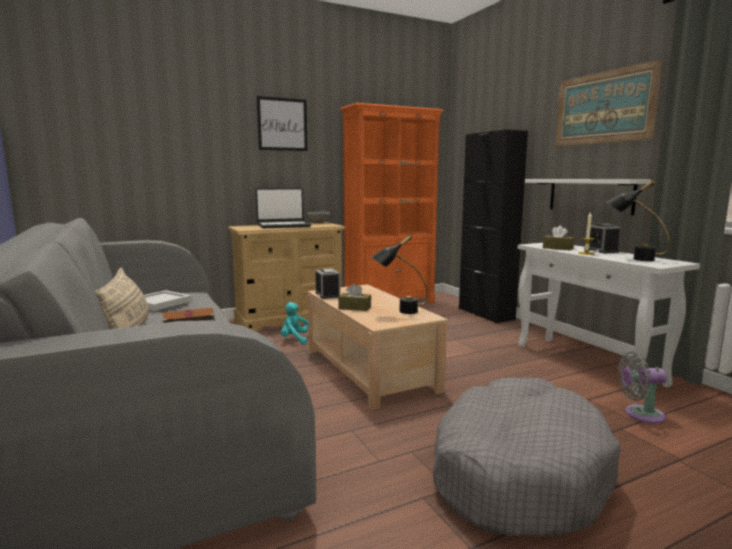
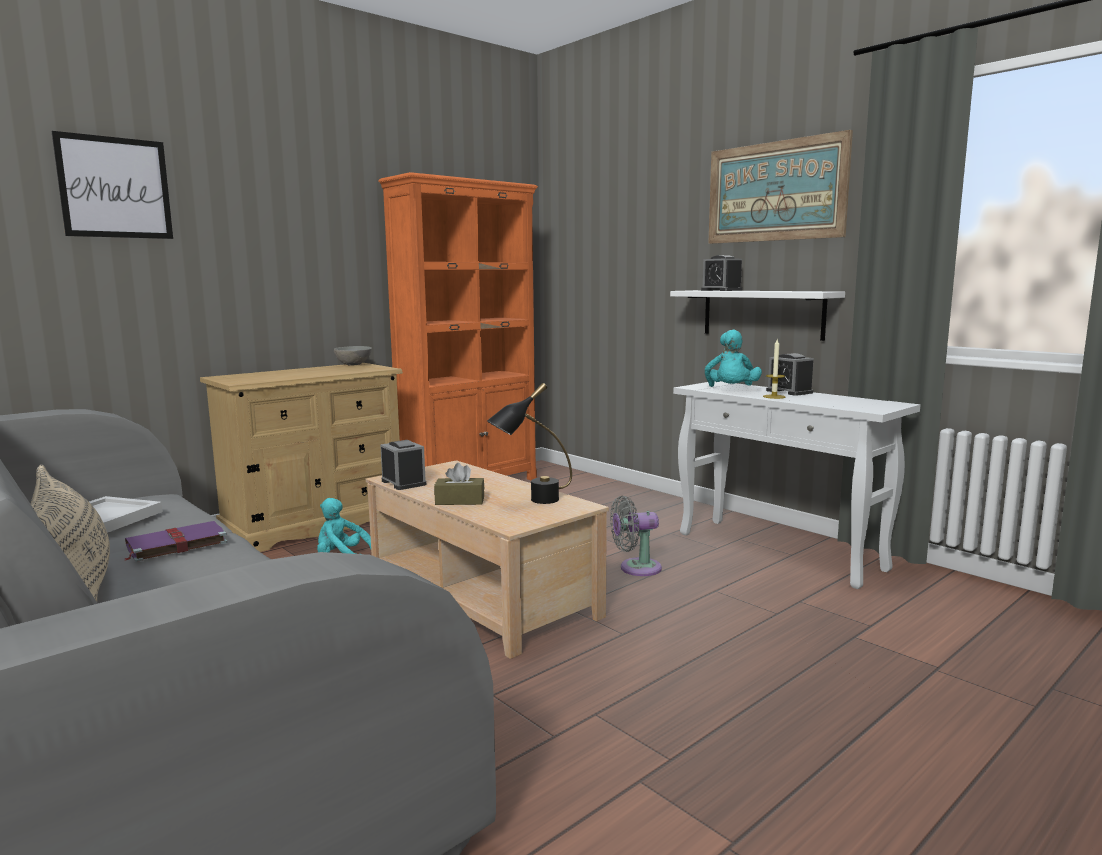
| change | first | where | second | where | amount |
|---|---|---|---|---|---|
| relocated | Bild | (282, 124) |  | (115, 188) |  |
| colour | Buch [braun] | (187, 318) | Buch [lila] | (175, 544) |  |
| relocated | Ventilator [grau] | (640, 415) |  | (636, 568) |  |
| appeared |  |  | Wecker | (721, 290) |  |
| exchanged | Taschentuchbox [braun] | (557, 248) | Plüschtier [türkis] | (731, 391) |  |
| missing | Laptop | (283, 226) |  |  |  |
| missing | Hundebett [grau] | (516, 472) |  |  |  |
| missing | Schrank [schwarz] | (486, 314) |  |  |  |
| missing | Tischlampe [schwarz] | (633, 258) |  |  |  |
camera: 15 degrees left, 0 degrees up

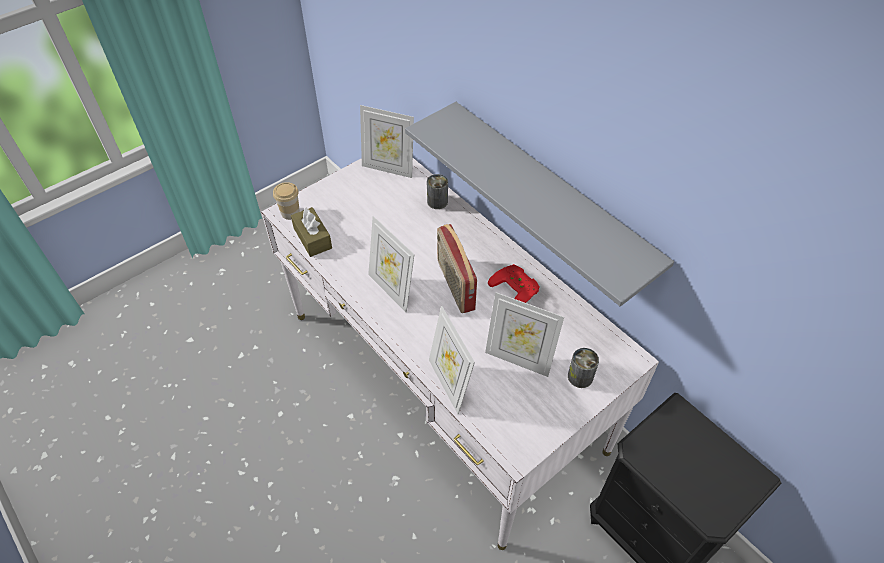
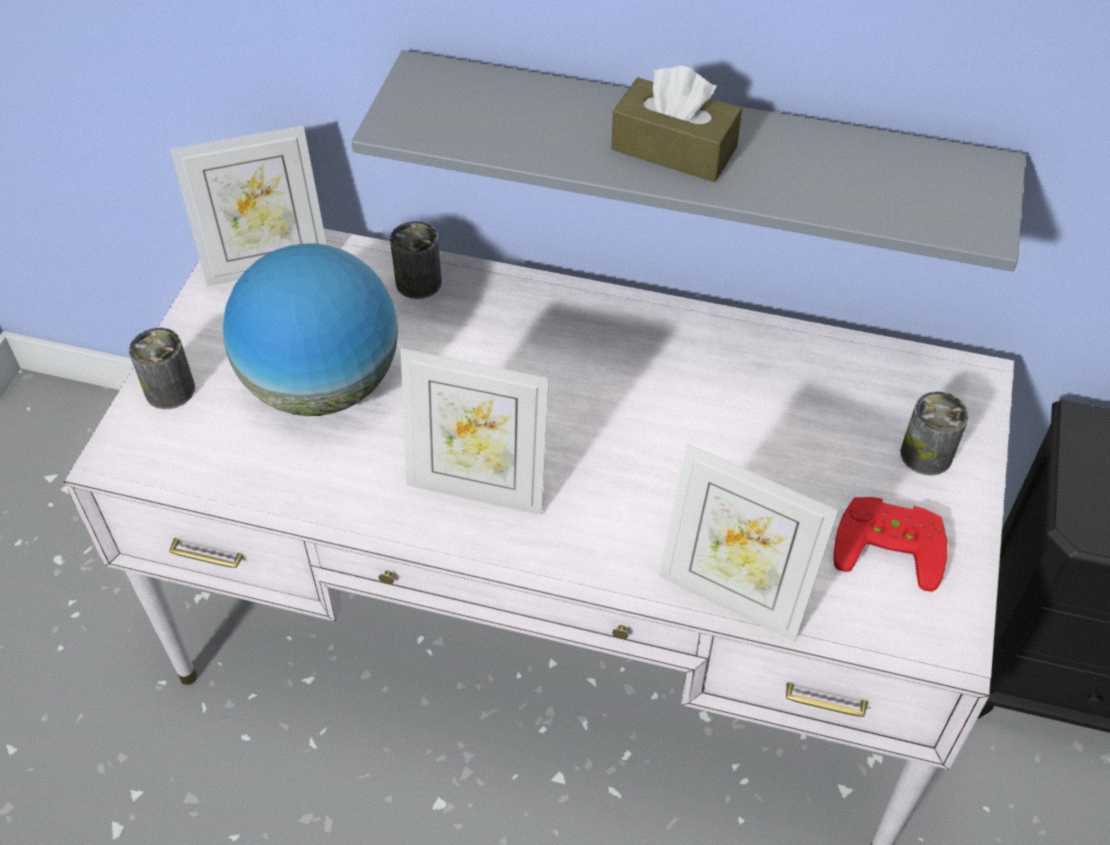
| change | first | where | second | where | amount |
|---|---|---|---|---|---|
| appeared |  |  | Dose | (170, 390) |  |
| appeared |  |  | Globus | (322, 385) |  |
| relocated | Taschentuchbox [braun] | (312, 238) |  | (674, 149) |  |
| relocated | Gamepad [rot] | (517, 287) |  | (890, 542) |  |
| missing | Tasse | (290, 213) |  |  |  |
| missing | Radio | (454, 285) |  |  |  |
| missing | Bilderrahmen | (518, 359) |  |  |  |
camera: 35 degrees left, 0 degrees up

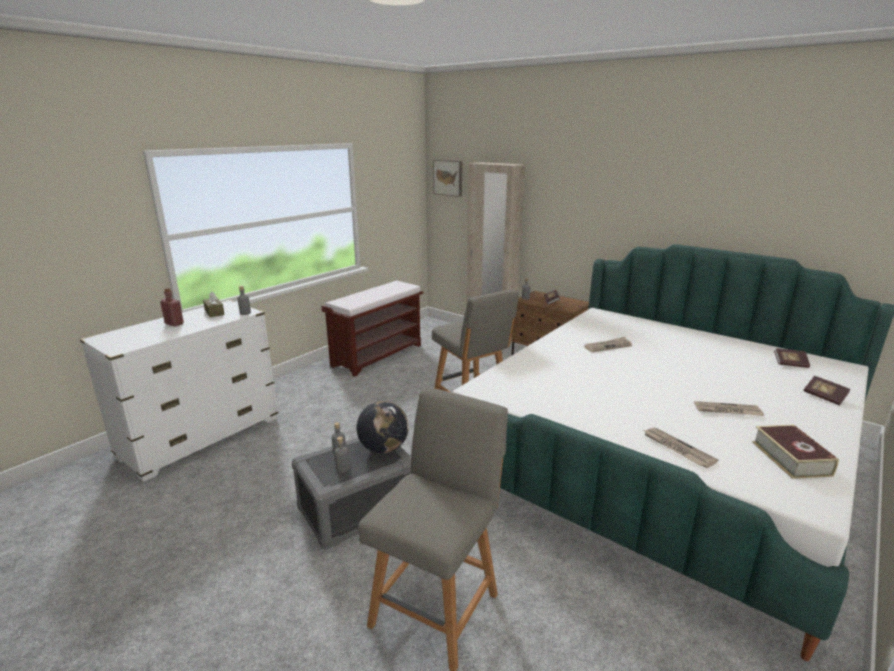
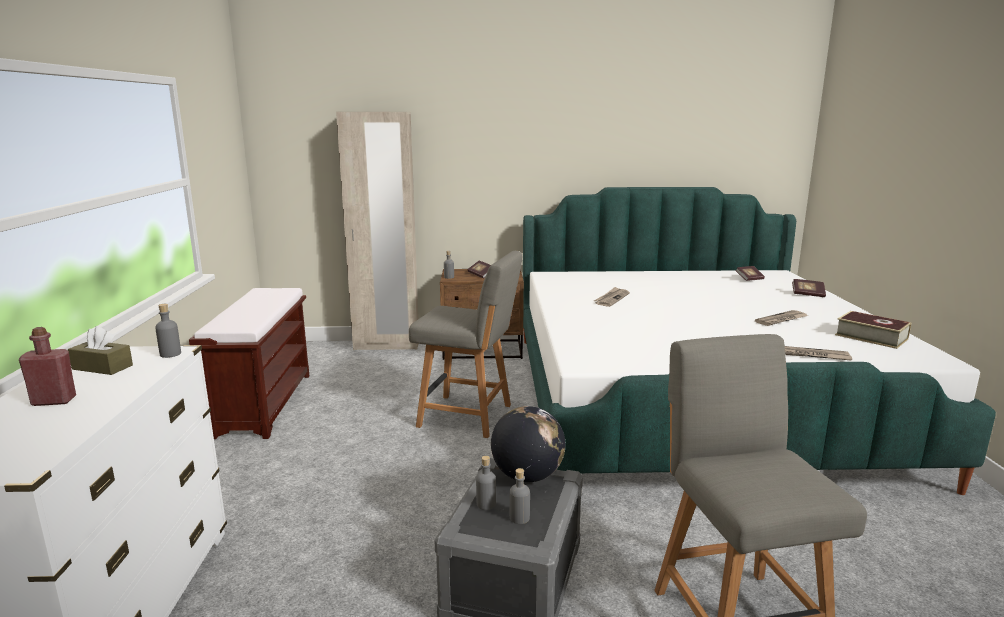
| change | first | where | second | where | amount |
|---|---|---|---|---|---|
| missing | Bild | (448, 177) |  |  |  |
camera: 40 degrees left, 5 degrees down

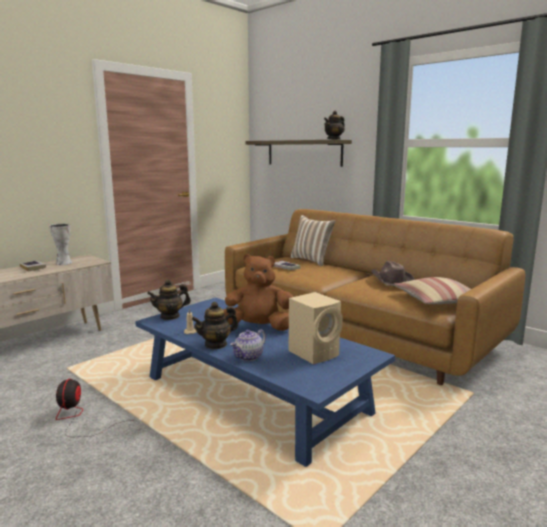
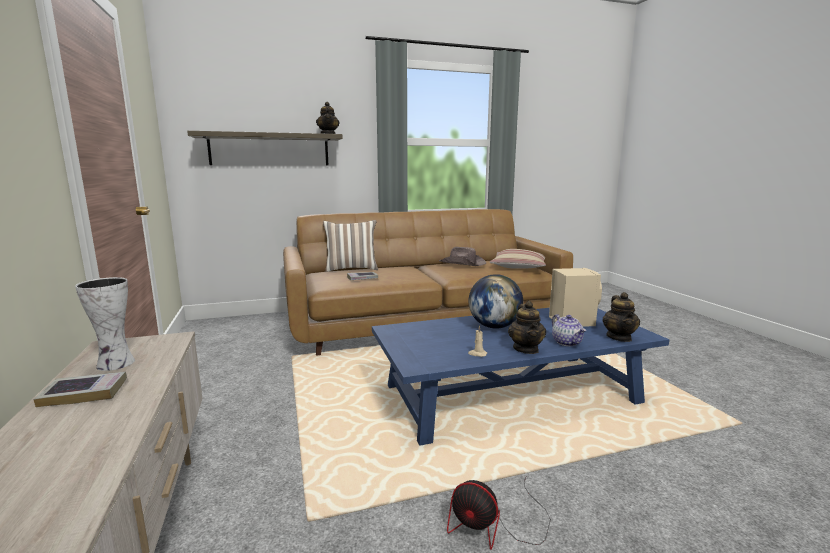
| change | first | where | second | where | amount |
|---|---|---|---|---|---|
| exchanged | Plüschtier [braun] | (258, 328) | Globus | (494, 326) |  |
| relocated | Teekanne | (170, 316) |  | (619, 337) |  |
camera: 60 degrees left, 0 degrees up

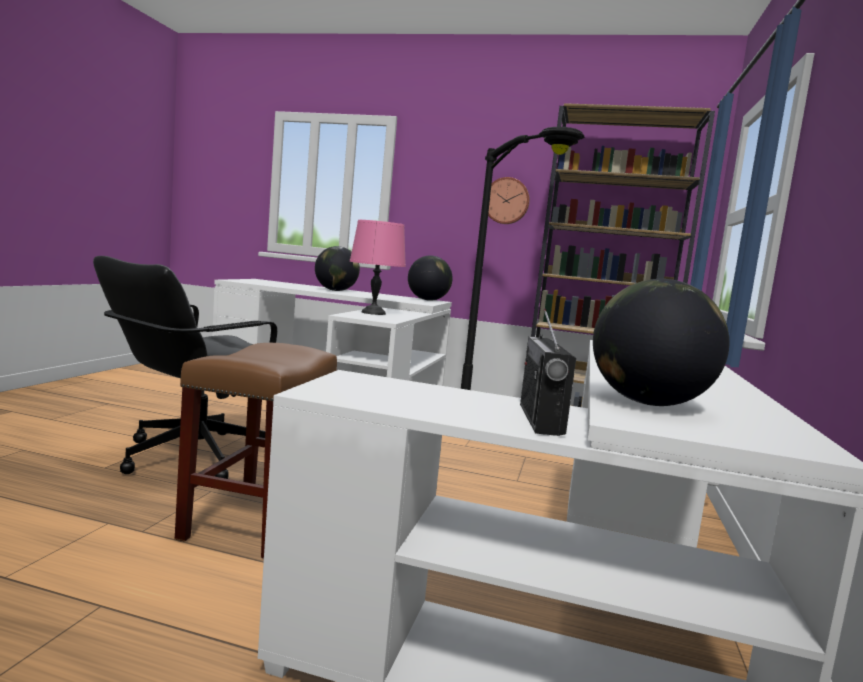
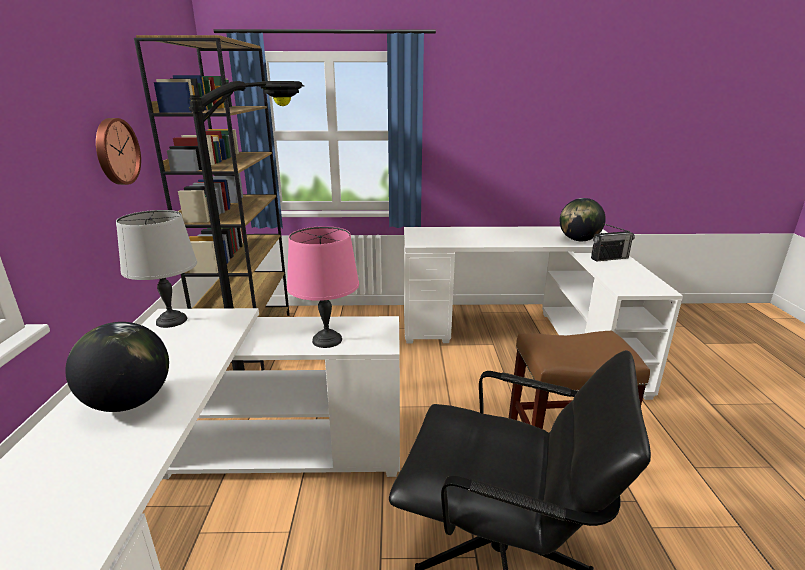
| change | first | where | second | where | amount |
|---|---|---|---|---|---|
| exchanged | Globus | (428, 300) | Tischlampe [grau] | (170, 321) |  |
camera: 105 degrees left, 15 degrees up

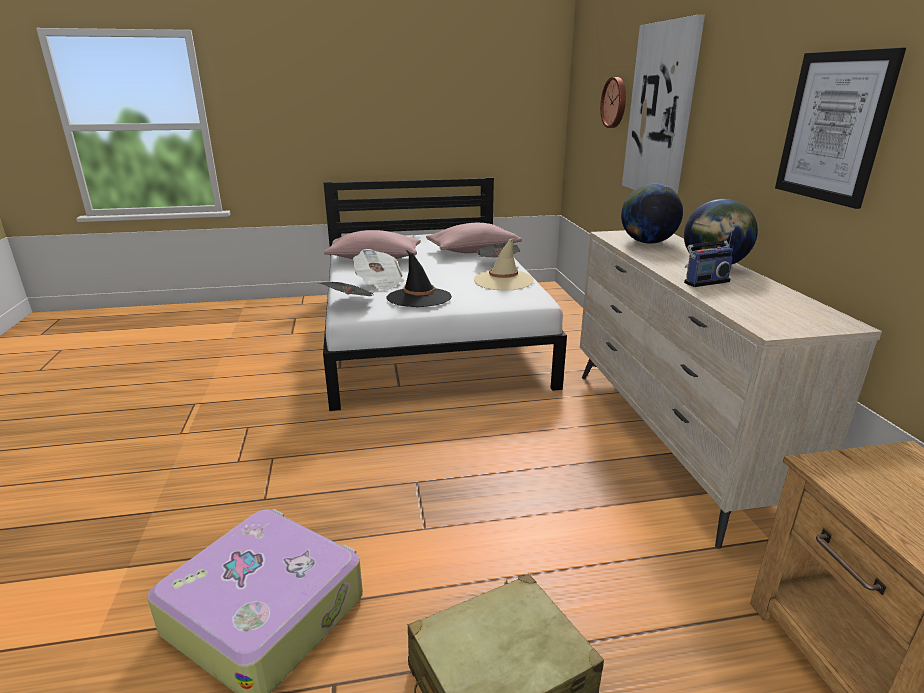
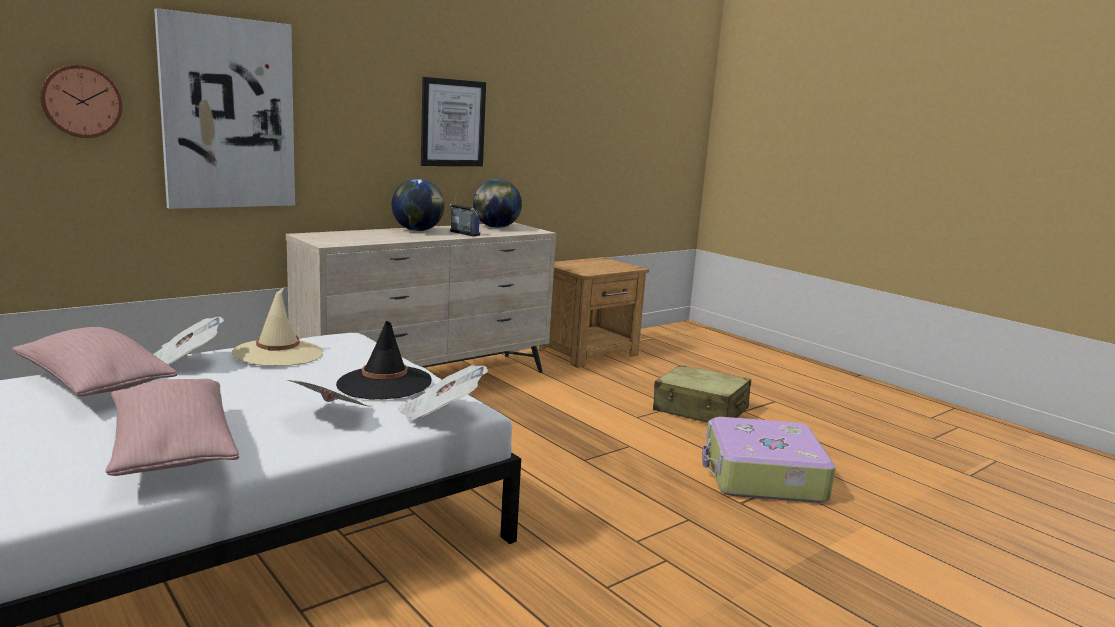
| change | first | where | second | where | amount |
|---|---|---|---|---|---|
| relocated | Globus | (647, 242) |  | (496, 227) |  |
camera: 120 degrees left, 10 degrees down

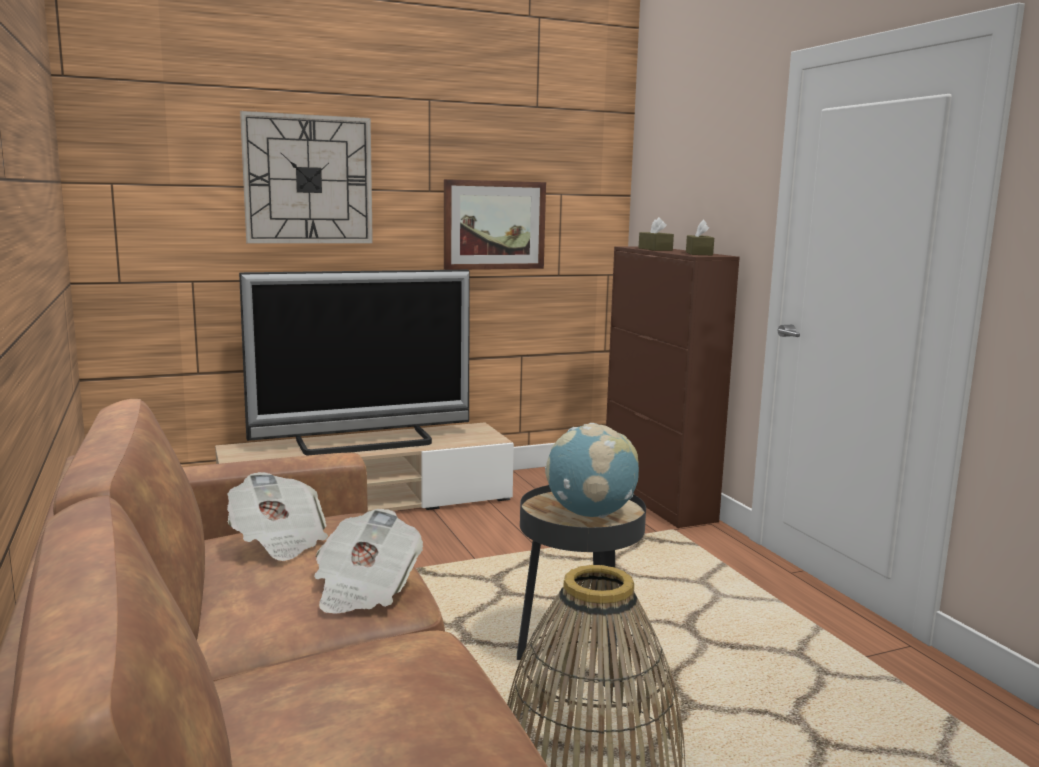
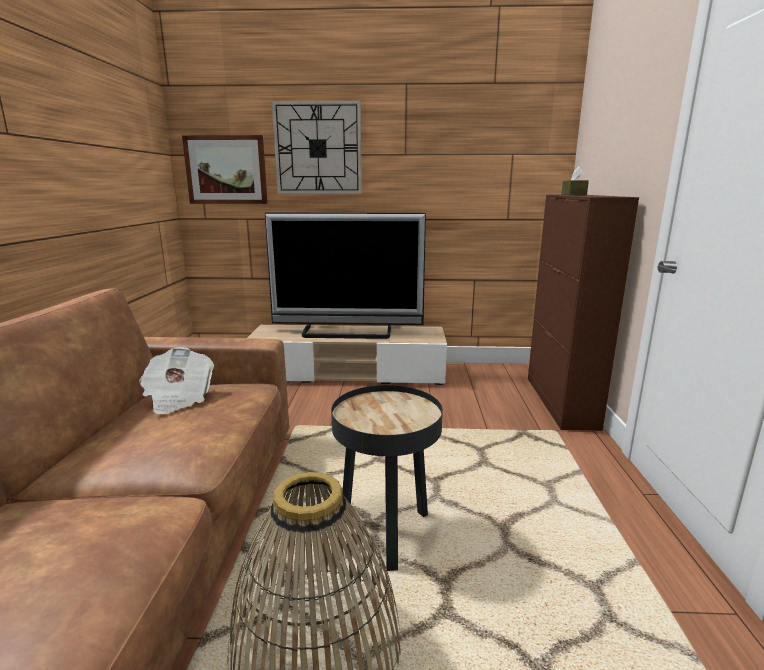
| change | first | where | second | where | amount |
|---|---|---|---|---|---|
| relocated | Bild | (494, 225) |  | (226, 170) |  |
| missing | Zeitung | (364, 589) |  |  |  |
| missing | Globus | (590, 514) |  |  |  |
| missing | Taschentuchbox [braun] | (699, 253) |  |  |  |
camera: 25 degrees right, 5 degrees up

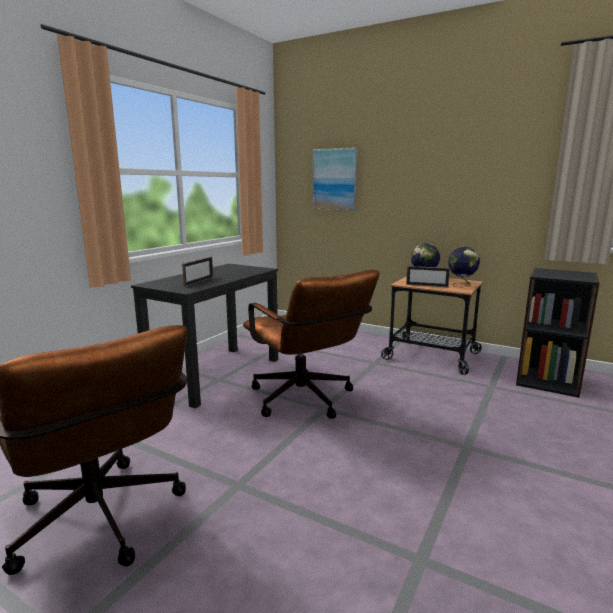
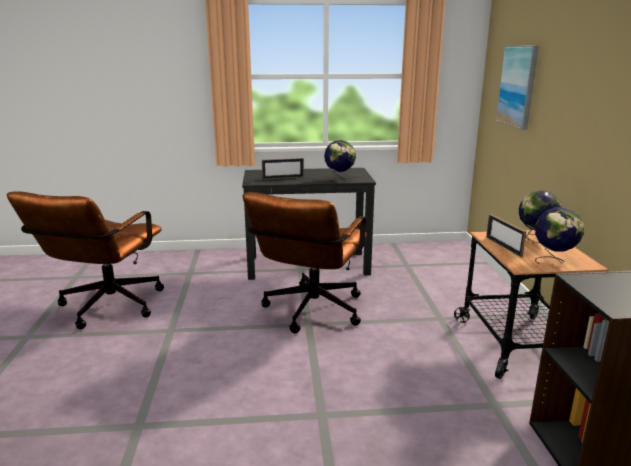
| change | first | where | second | where | amount |
|---|---|---|---|---|---|
| appeared |  |  | Globus | (339, 179) |  |
camera: 55 degrees right, 5 degrees up

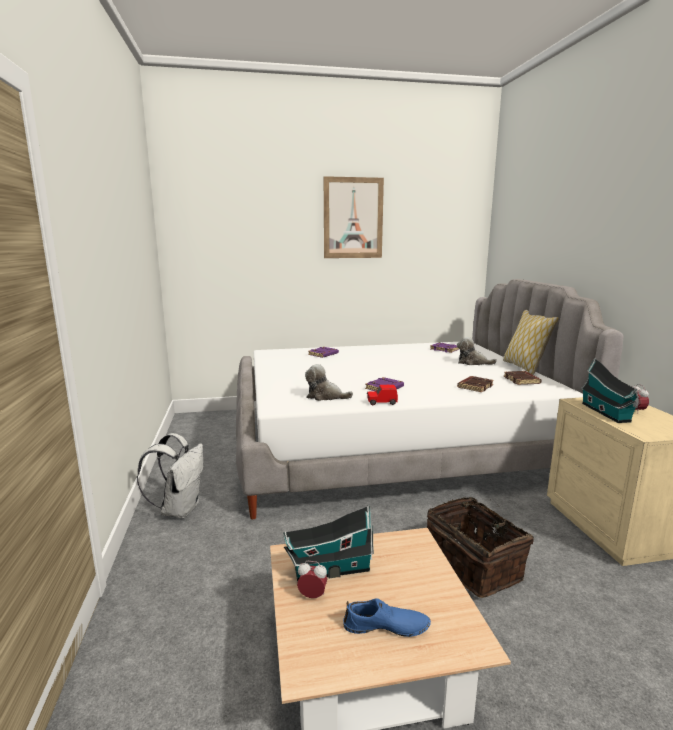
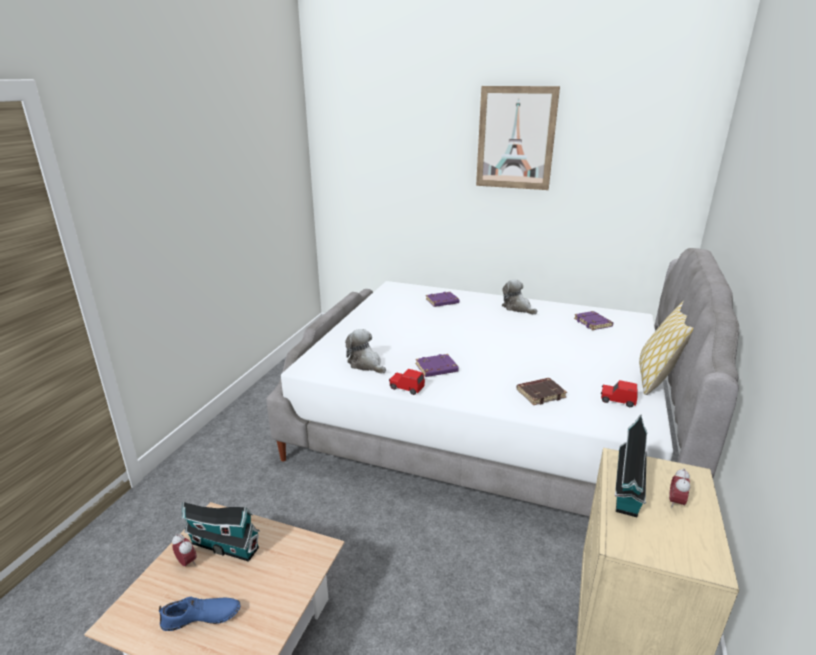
| change | first | where | second | where | amount |
|---|---|---|---|---|---|
| spun | Schuh [blau] | (386, 627) |  | (201, 618) | 45 degrees counterclockwise |
| relocated | Plüschtier | (473, 363) |  | (517, 308) |  |
| exchanged | Buch [braun] | (522, 380) | Spielzeugauto [rot] | (617, 400) |  |
| missing | Rucksack [weiß] | (180, 509) |  |  |  |
| missing | Korb | (474, 565) |  |  |  |
camera: 30 degrees right, 10 degrees up

